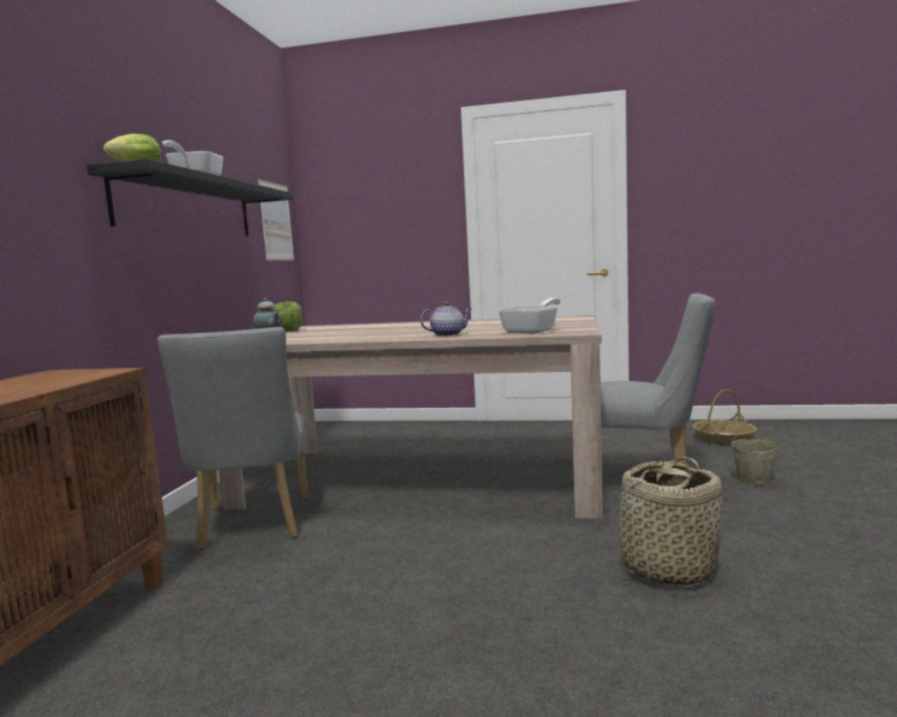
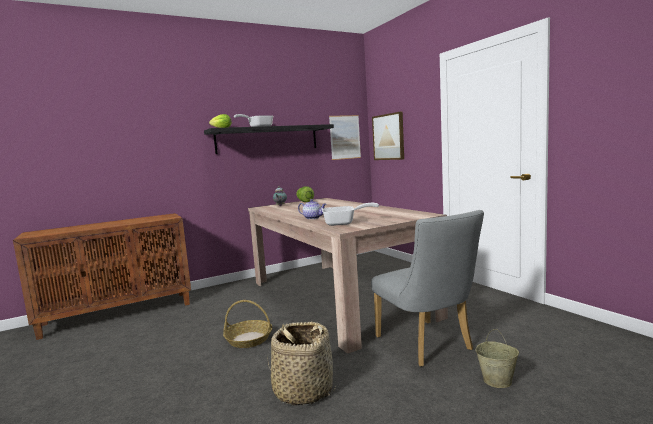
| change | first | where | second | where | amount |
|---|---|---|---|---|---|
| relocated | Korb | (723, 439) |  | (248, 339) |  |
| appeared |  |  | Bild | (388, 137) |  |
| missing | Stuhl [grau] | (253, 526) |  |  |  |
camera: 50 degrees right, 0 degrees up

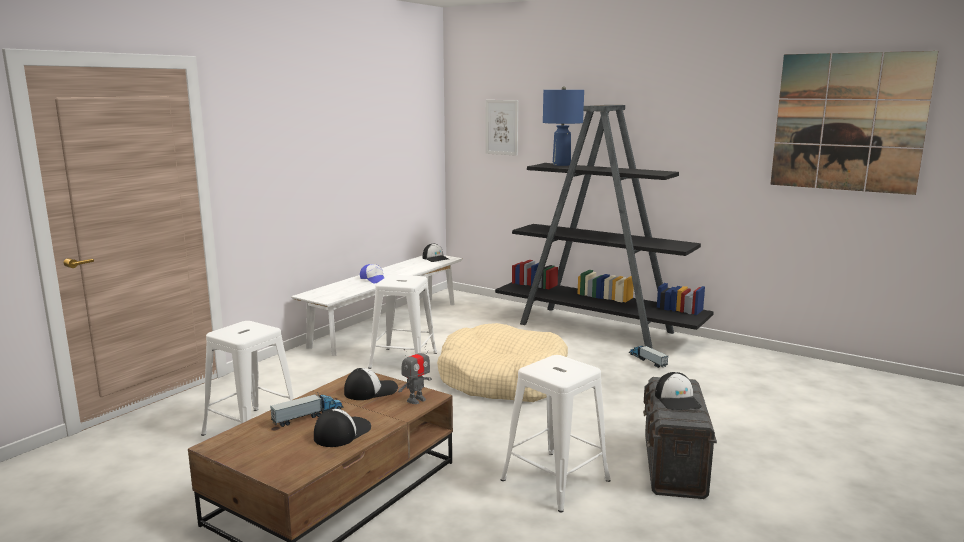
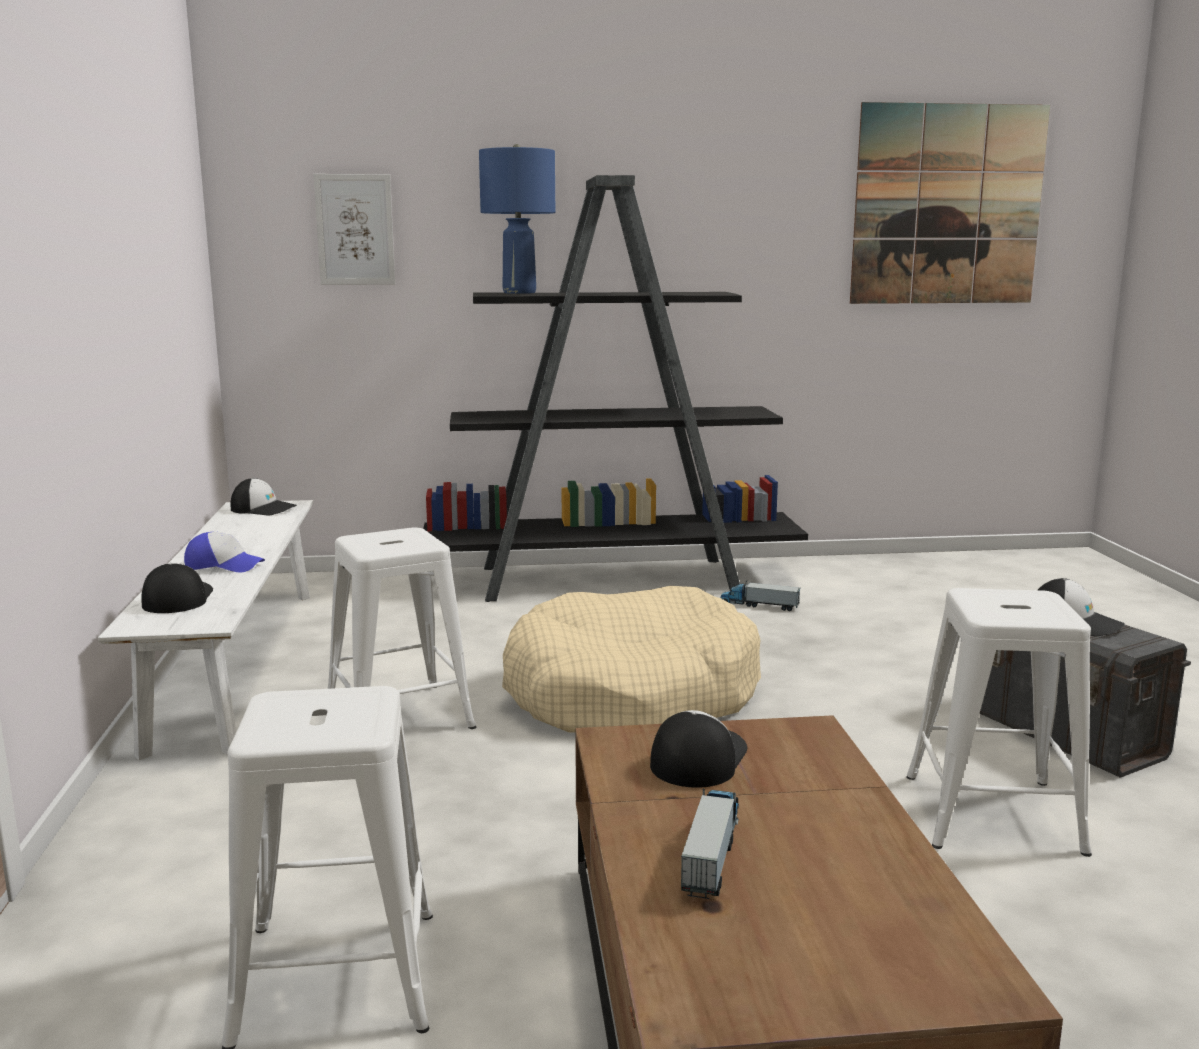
| change | first | where | second | where | amount |
|---|---|---|---|---|---|
| relocated | Kappe | (341, 432) |  | (177, 599) |  |
| missing | Spielzeugroboter | (416, 400) |  |  |  |
camera: 40 degrees left, 0 degrees up

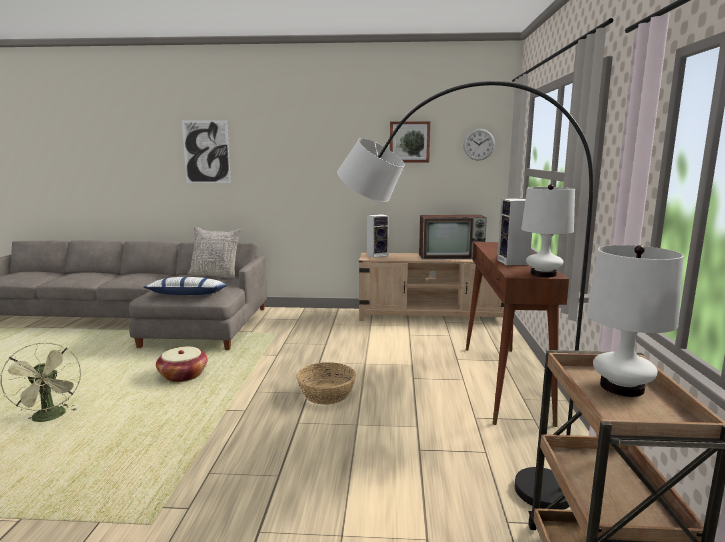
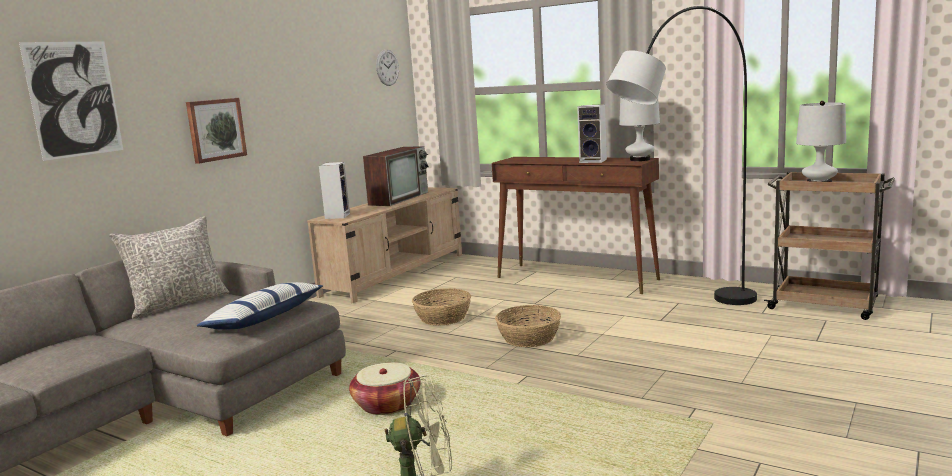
| change | first | where | second | where | amount |
|---|---|---|---|---|---|
| relocated | Bild | (409, 142) |  | (215, 129) |  |
| appeared |  |  | Korb | (443, 317) |  |
camera: 60 degrees left, 0 degrees up

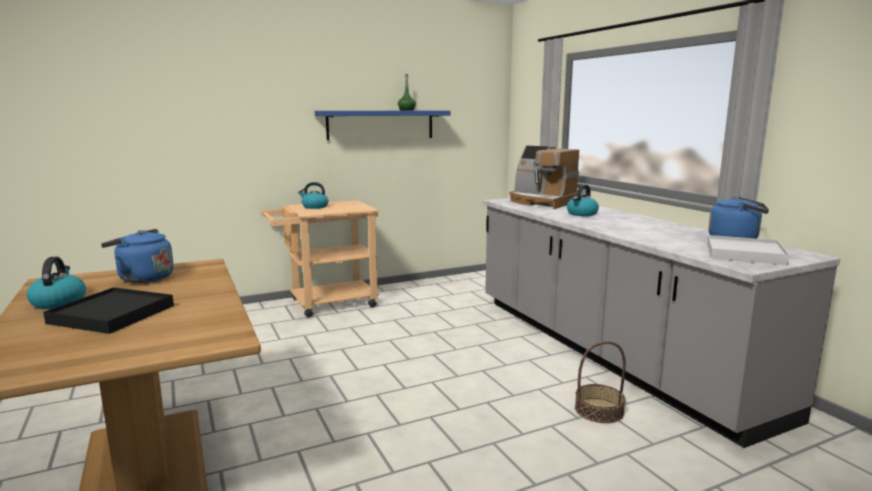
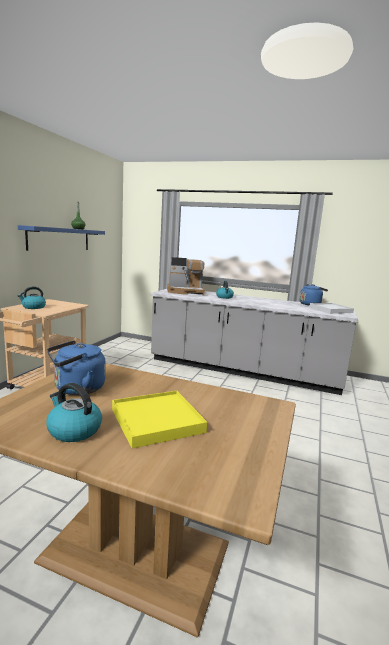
| change | first | where | second | where | amount |
|---|---|---|---|---|---|
| colour | Tablett [schwarz] | (112, 314) | Tablett [gelb] | (156, 420) |  |
| missing | Korb | (599, 410) |  |  |  |
camera: 45 degrees left, 0 degrees up

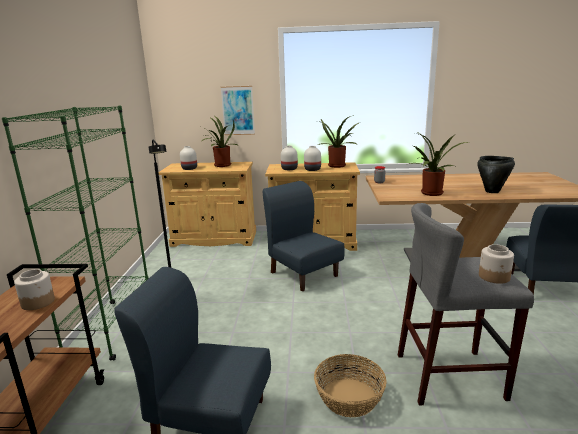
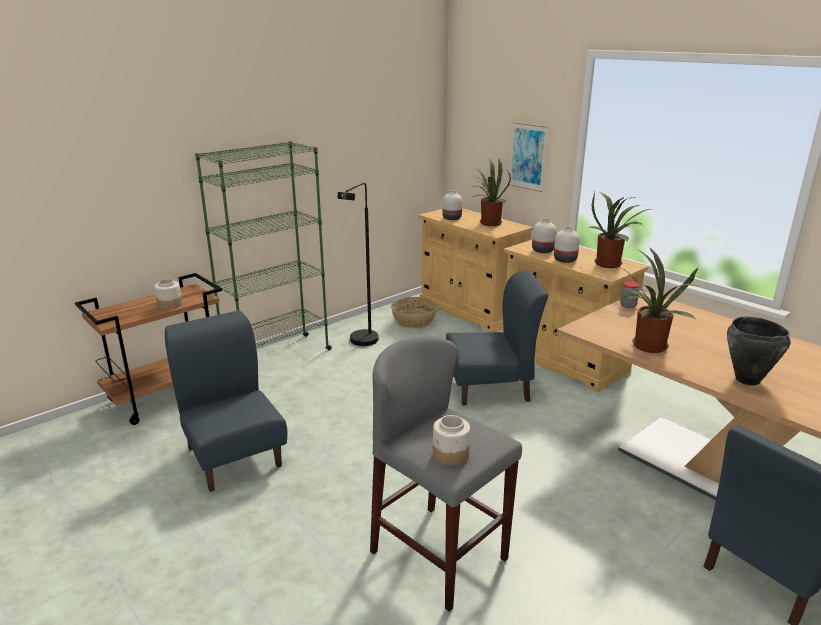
| change | first | where | second | where | amount |
|---|---|---|---|---|---|
| relocated | Korb | (349, 397) |  | (413, 321) |  |
| spun | Stuhl [blau] | (303, 274) |  | (490, 387) | 75 degrees clockwise |
camera: 45 degrees right, 5 degrees up

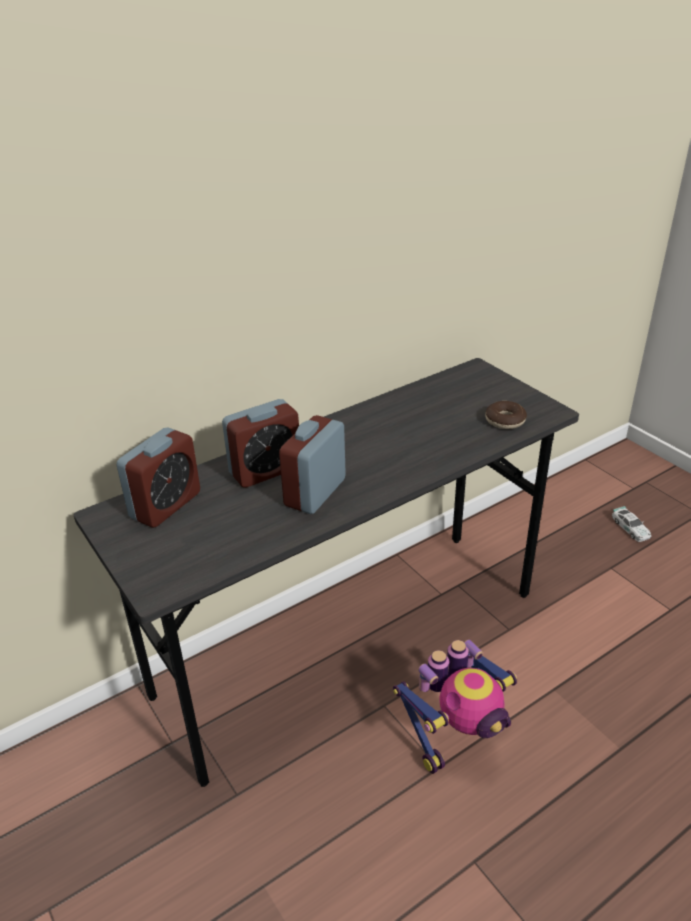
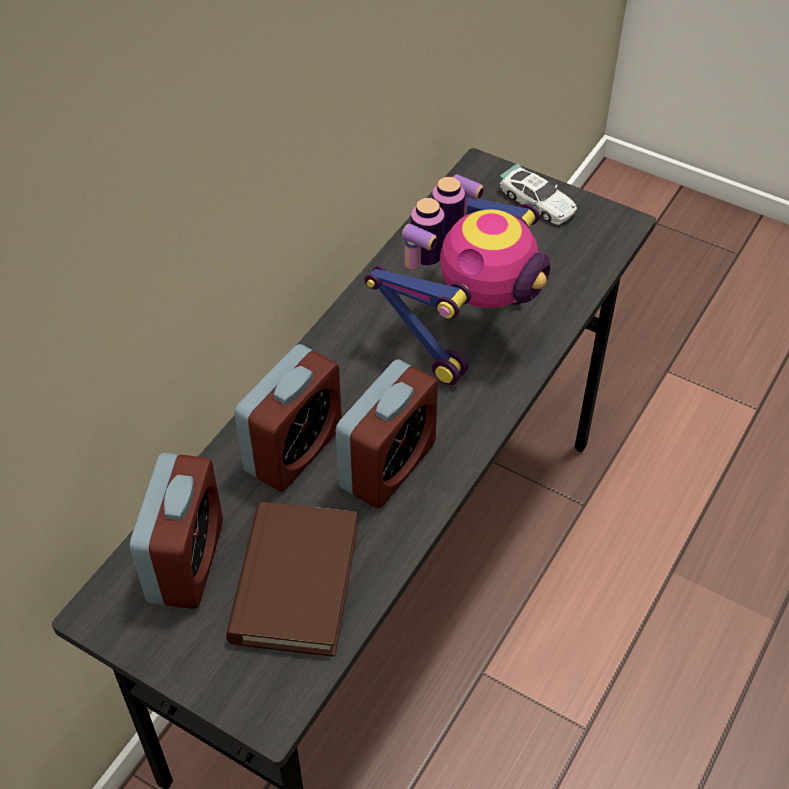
| change | first | where | second | where | amount |
|---|---|---|---|---|---|
| appeared |  |  | Buch [braun] | (295, 582) |  |
| spun | Wecker | (315, 492) |  | (388, 466) | 150 degrees counterclockwise |
| relocated | Spielzeugroboter | (458, 735) |  | (465, 327) |  |
| relocated | Spielzeugauto | (630, 528) |  | (537, 202) |  |
| missing | Donut | (505, 421) |  |  |  |
camera: 25 degrees left, 15 degrees up

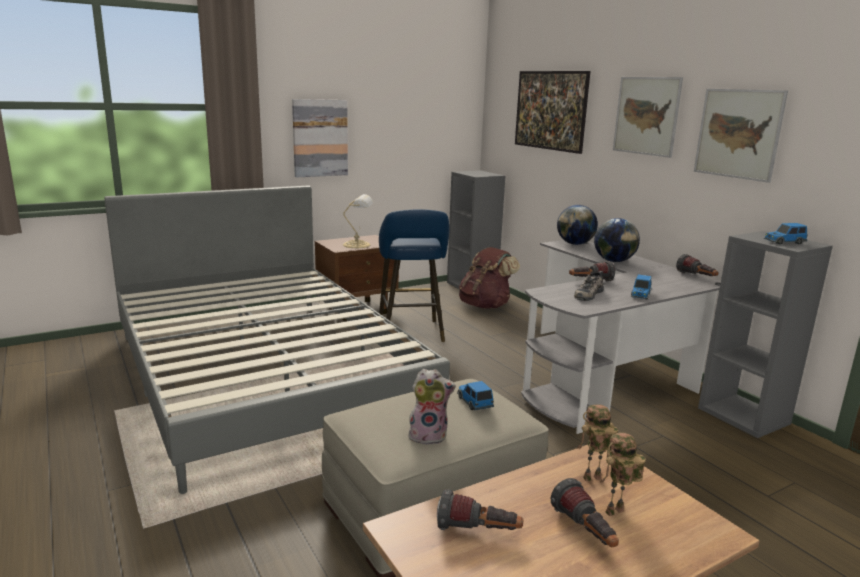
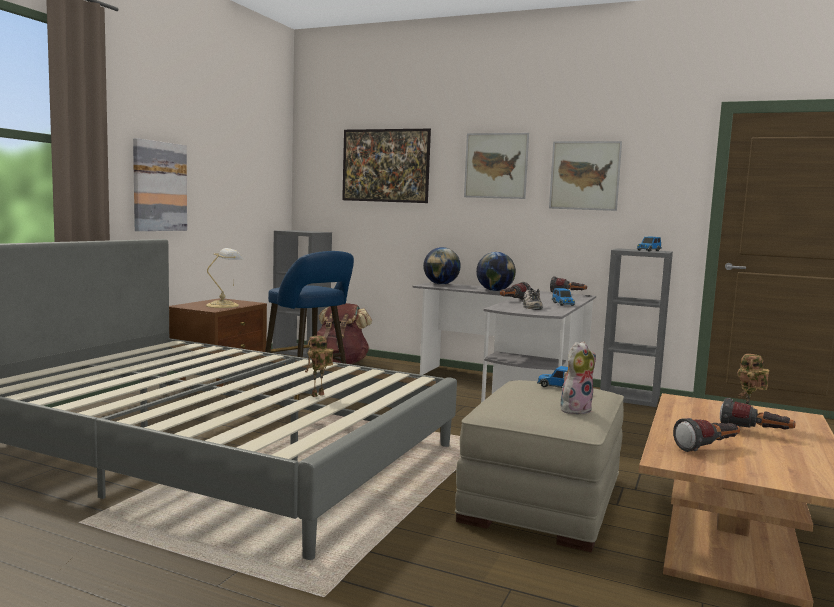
| change | first | where | second | where | amount |
|---|---|---|---|---|---|
| relocated | Spielzeugroboter | (592, 480) |  | (318, 396) |  |
camera: 35 degrees left, 10 degrees down

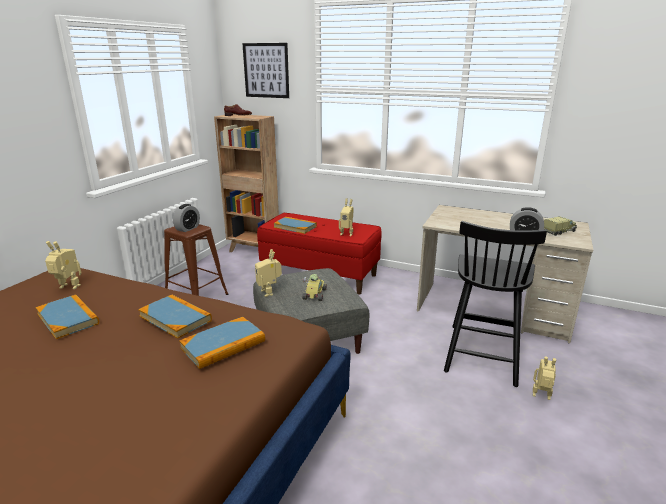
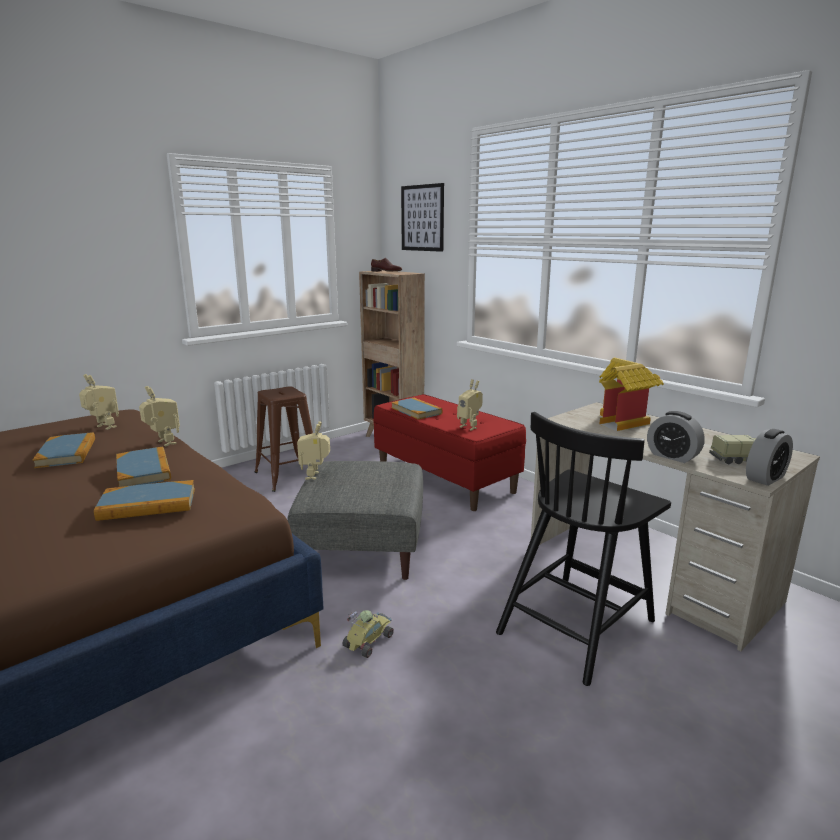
| change | first | where | second | where | amount |
|---|---|---|---|---|---|
| relocated | Spielzeugroboter | (541, 397) |  | (163, 443) |  |
| relocated | Spielzeugauto | (314, 294) |  | (368, 640) |  |
| appeared |  |  | Spielzeughaus | (624, 422) |  |
| relocated | Wecker | (187, 228) |  | (765, 478) |  |
camera: 25 degrees right, 5 degrees down

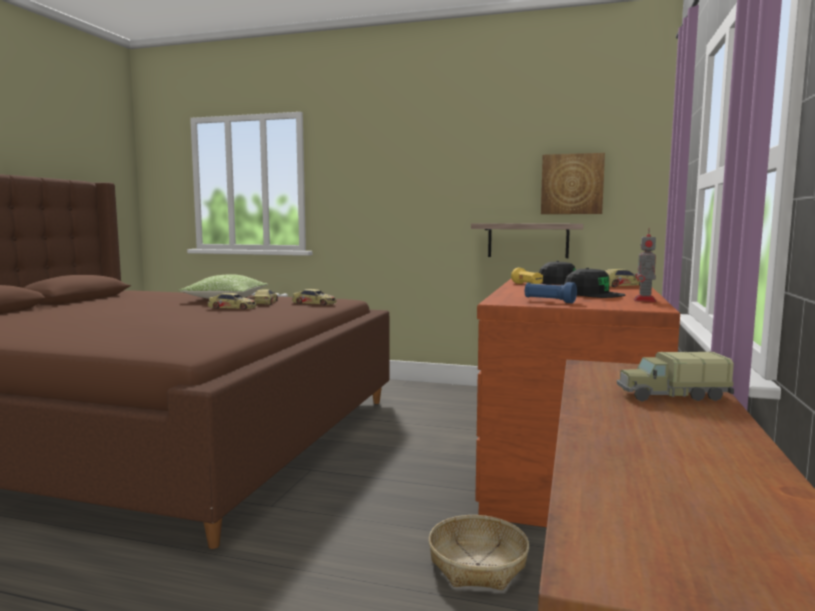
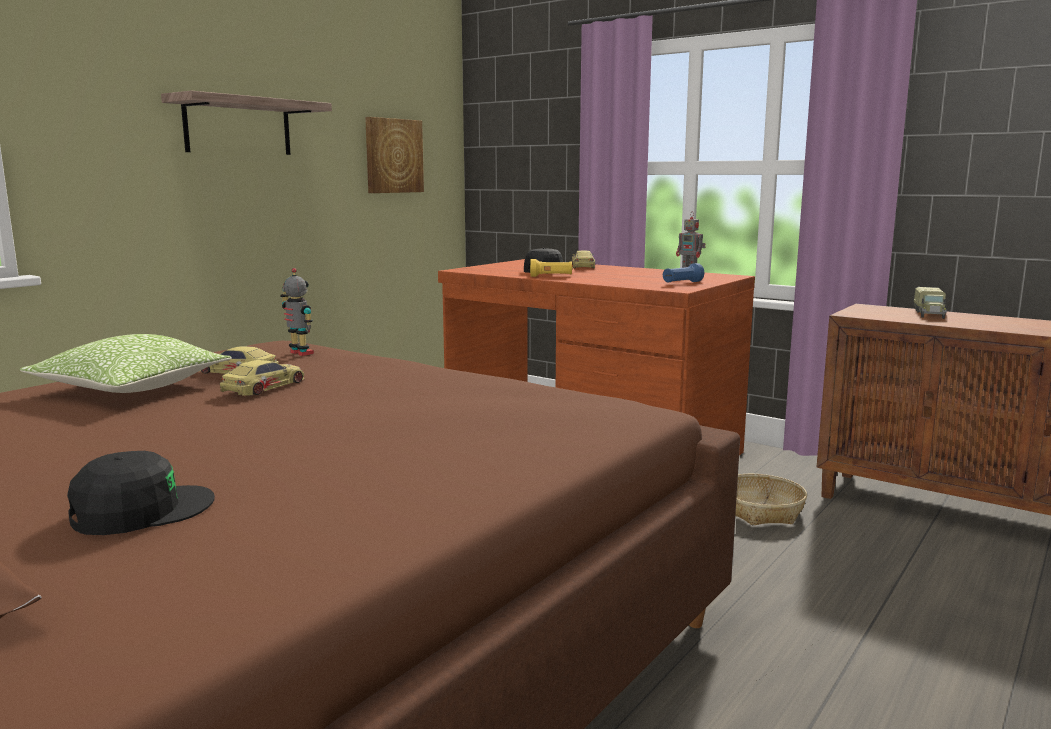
| change | first | where | second | where | amount |
|---|---|---|---|---|---|
| relocated | Kappe [schwarz] | (592, 294) |  | (141, 510) |  |
| relocated | Wandregal | (528, 240) |  | (238, 127) |  |
| exchanged | Spielzeugauto | (314, 303) | Spielzeugroboter | (300, 353) |  |
camera: 70 degrees left, 5 degrees up

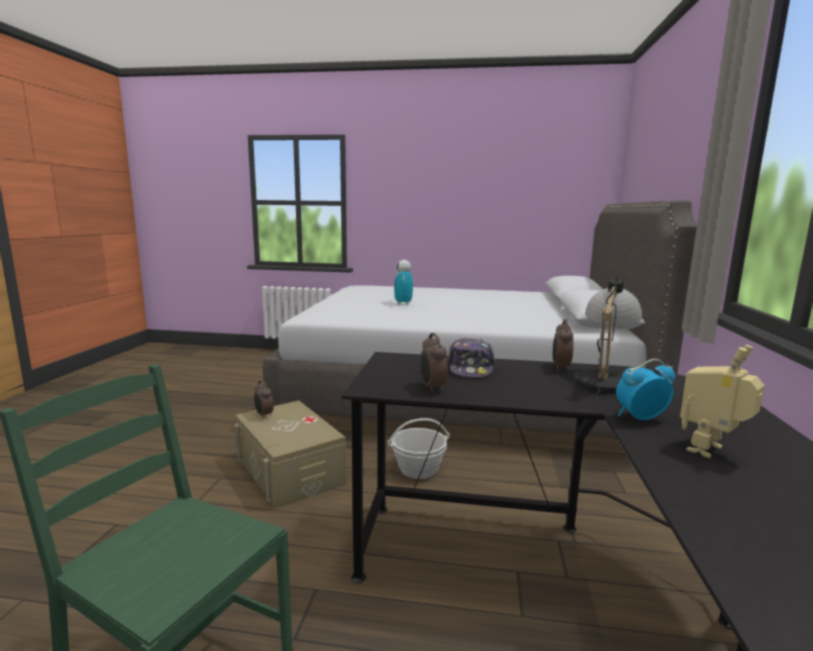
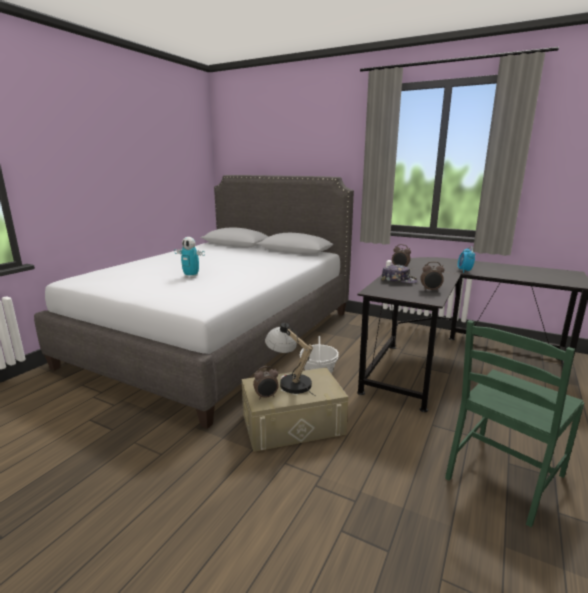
| change | first | where | second | where | amount |
|---|---|---|---|---|---|
| relocated | Tischlampe | (603, 380) |  | (289, 381) |  |
| missing | Spielzeugroboter | (711, 451) |  |  |  |
camera: 70 degrees left, 5 degrees up

